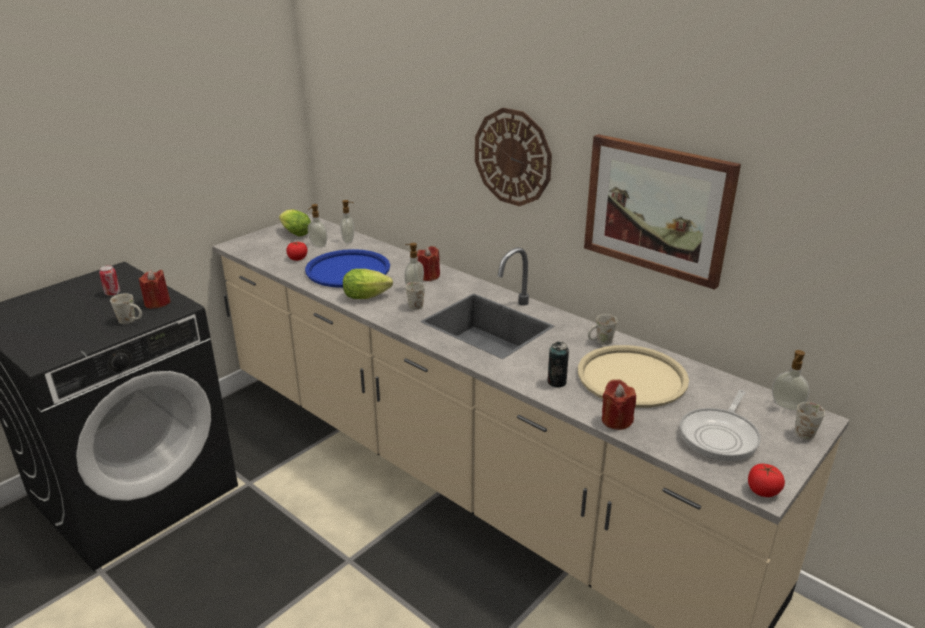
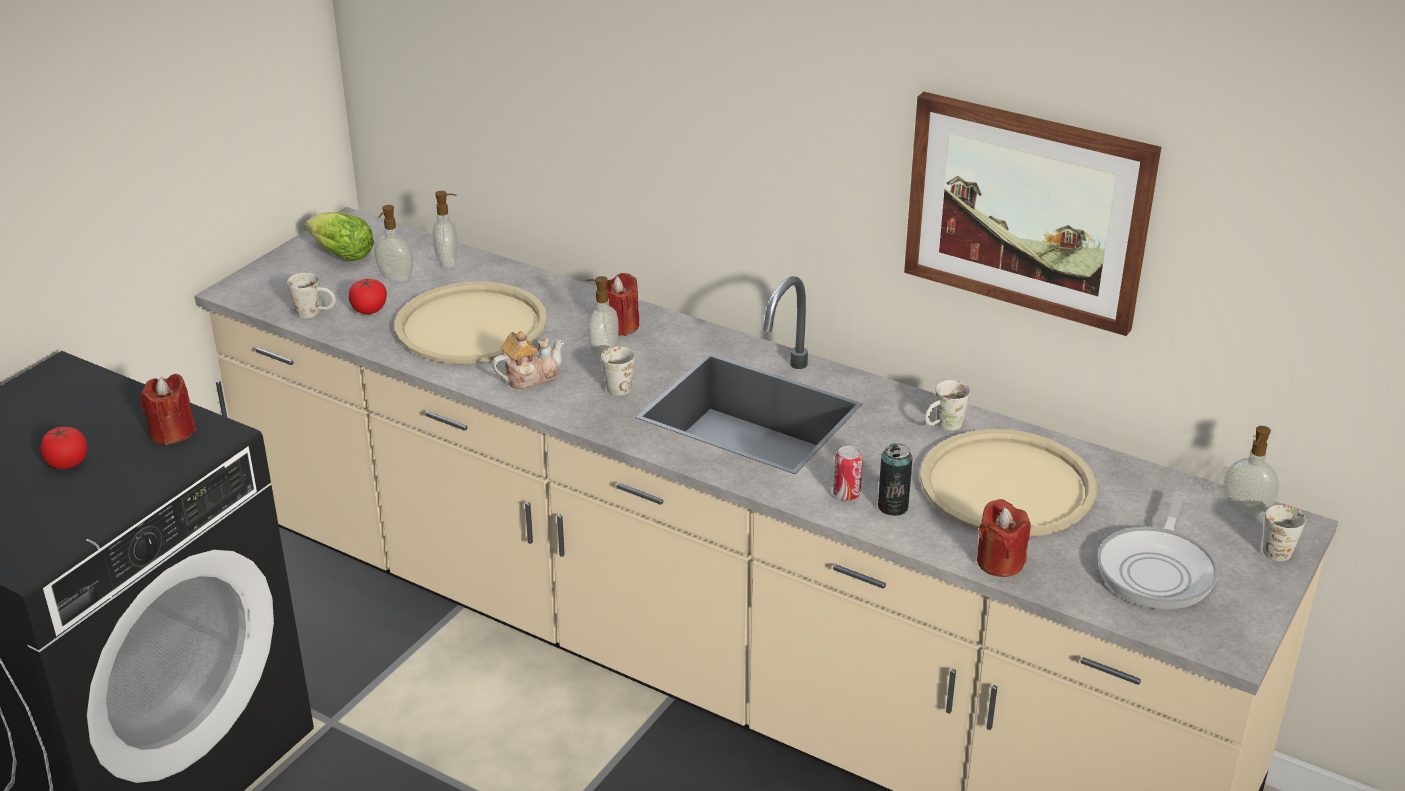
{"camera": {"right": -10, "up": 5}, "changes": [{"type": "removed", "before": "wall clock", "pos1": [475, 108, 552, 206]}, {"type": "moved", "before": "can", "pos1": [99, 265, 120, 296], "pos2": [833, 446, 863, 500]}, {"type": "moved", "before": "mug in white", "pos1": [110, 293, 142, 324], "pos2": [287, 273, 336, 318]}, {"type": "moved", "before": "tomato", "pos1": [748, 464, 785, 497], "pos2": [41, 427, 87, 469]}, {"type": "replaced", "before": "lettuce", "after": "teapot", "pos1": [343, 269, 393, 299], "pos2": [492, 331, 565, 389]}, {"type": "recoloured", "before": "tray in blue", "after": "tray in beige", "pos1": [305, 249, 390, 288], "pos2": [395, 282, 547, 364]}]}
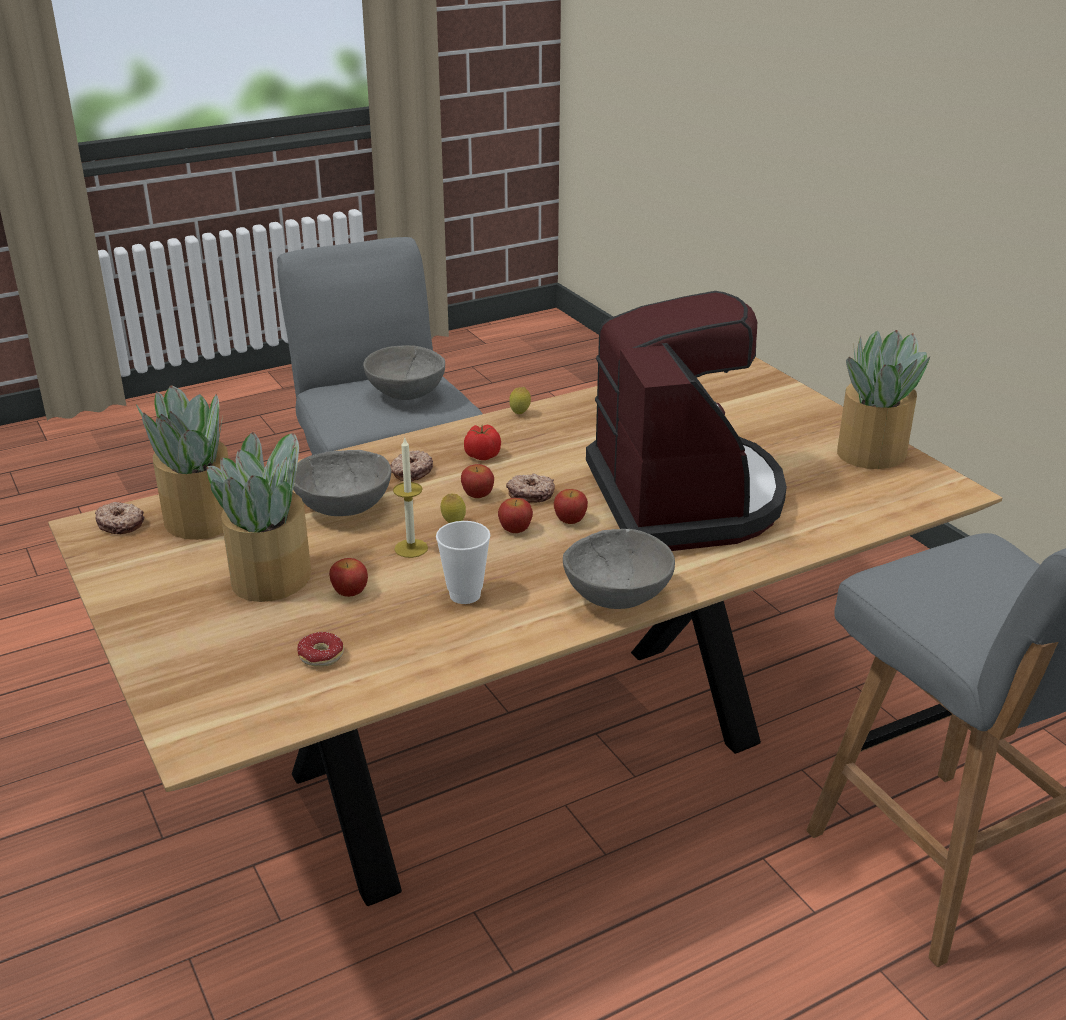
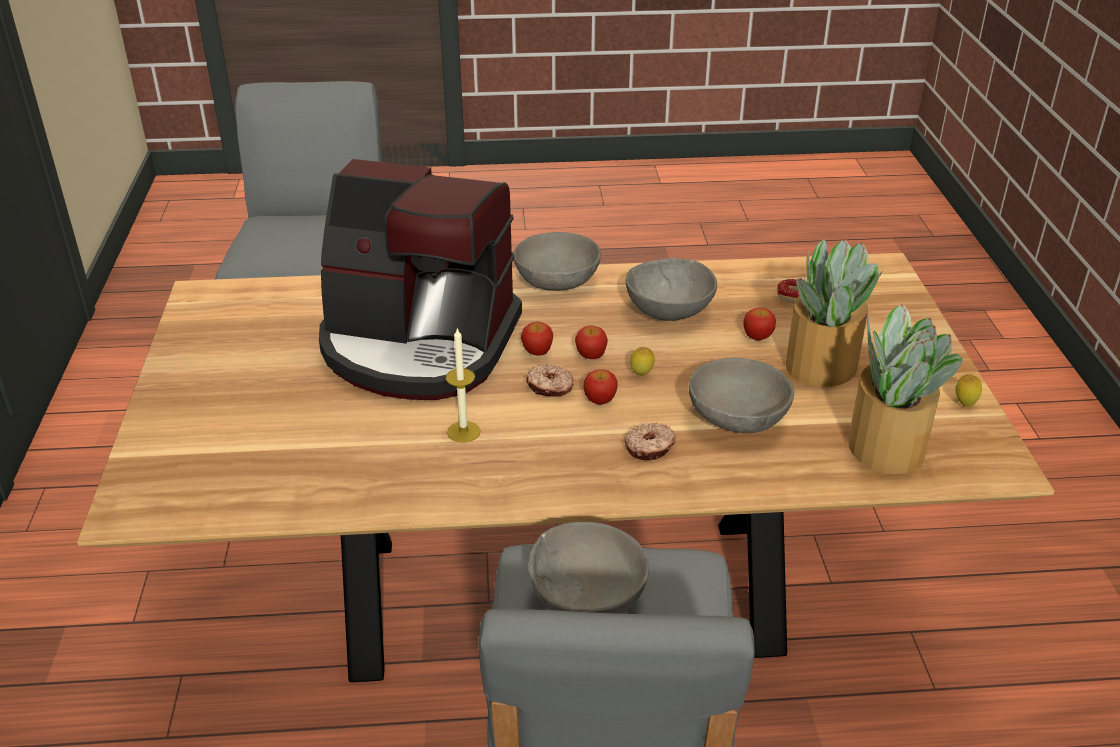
{"camera": {"right": -155, "up": 5}, "changes": [{"type": "removed", "before": "donut", "pos1": [95, 502, 144, 534]}, {"type": "removed", "before": "tomato", "pos1": [464, 425, 501, 460]}, {"type": "removed", "before": "potted plant", "pos1": [837, 330, 930, 469]}, {"type": "moved", "before": "candle", "pos1": [393, 437, 428, 558], "pos2": [446, 328, 481, 443]}, {"type": "moved", "before": "lemon", "pos1": [509, 387, 531, 414], "pos2": [956, 374, 982, 407]}, {"type": "replaced", "before": "cup", "after": "bowl in grey", "pos1": [436, 521, 490, 604], "pos2": [626, 258, 717, 321]}, {"type": "turned", "before": "coffee machine", "pos1": [586, 291, 787, 551], "pos2": [319, 159, 522, 400], "turn": -90}]}
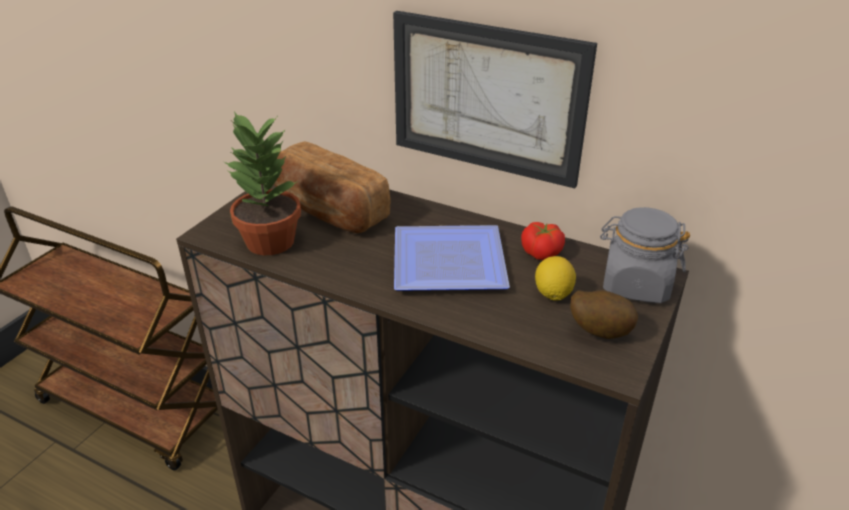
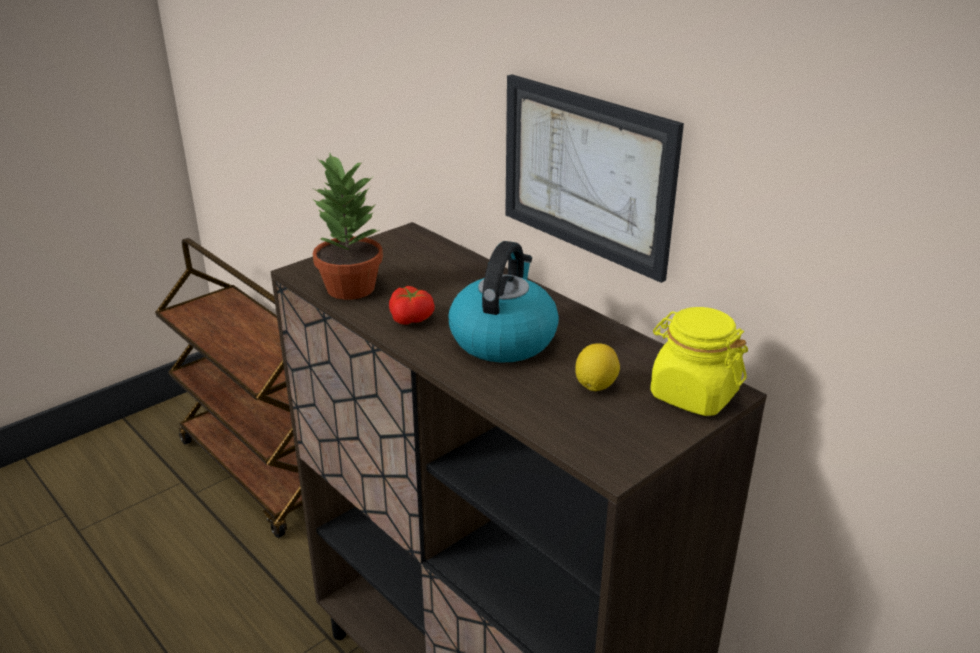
{"camera": {"right": 20, "up": -5}, "changes": [{"type": "removed", "before": "bread", "pos1": [274, 141, 390, 233]}, {"type": "removed", "before": "potato", "pos1": [570, 290, 638, 339]}, {"type": "moved", "before": "tomato", "pos1": [521, 222, 565, 260], "pos2": [389, 286, 435, 325]}, {"type": "replaced", "before": "plate", "after": "kettle", "pos1": [394, 225, 510, 291], "pos2": [449, 241, 559, 363]}, {"type": "recoloured", "before": "jar in grey", "after": "jar in yellow", "pos1": [600, 207, 690, 303], "pos2": [650, 307, 748, 416]}]}
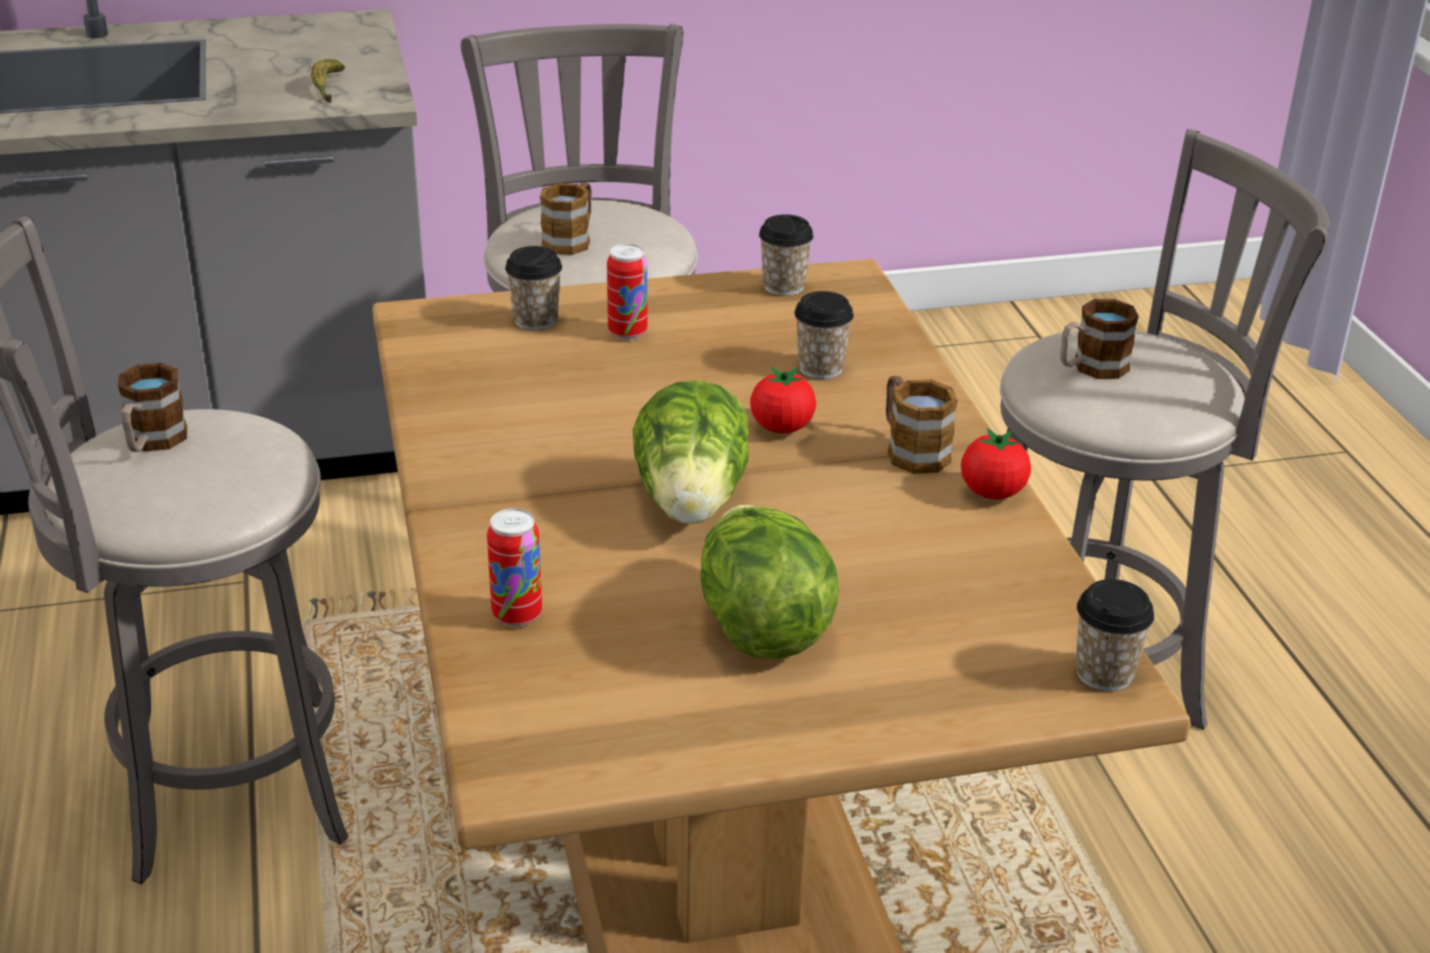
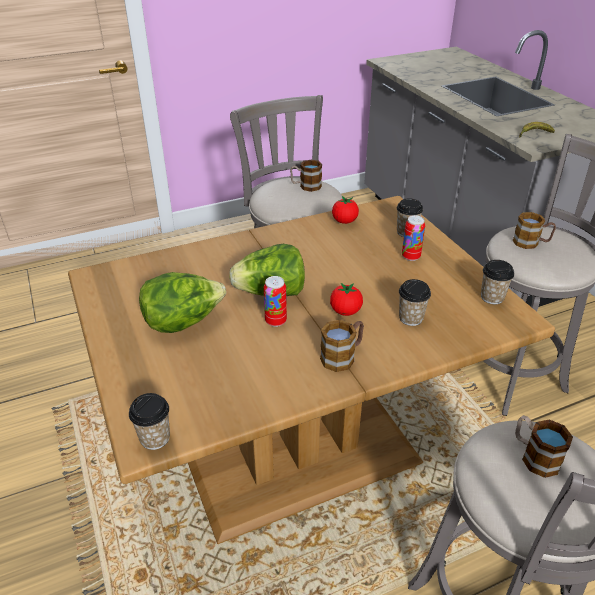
{"camera": {"right": 80, "up": 5}, "changes": [{"type": "moved", "before": "can", "pos1": [487, 508, 542, 627], "pos2": [264, 276, 287, 327]}, {"type": "moved", "before": "tomato", "pos1": [961, 428, 1031, 499], "pos2": [332, 196, 359, 224]}]}
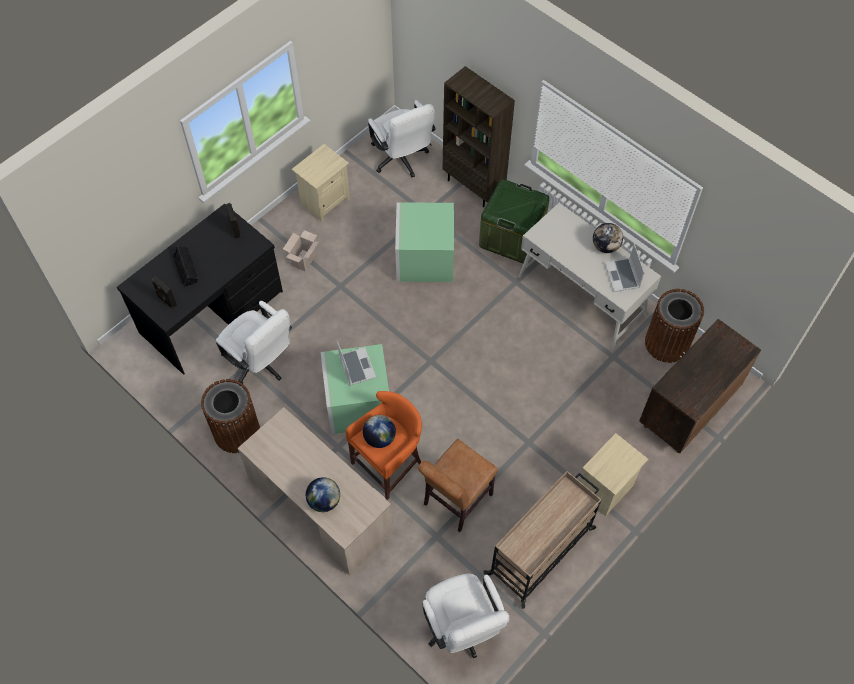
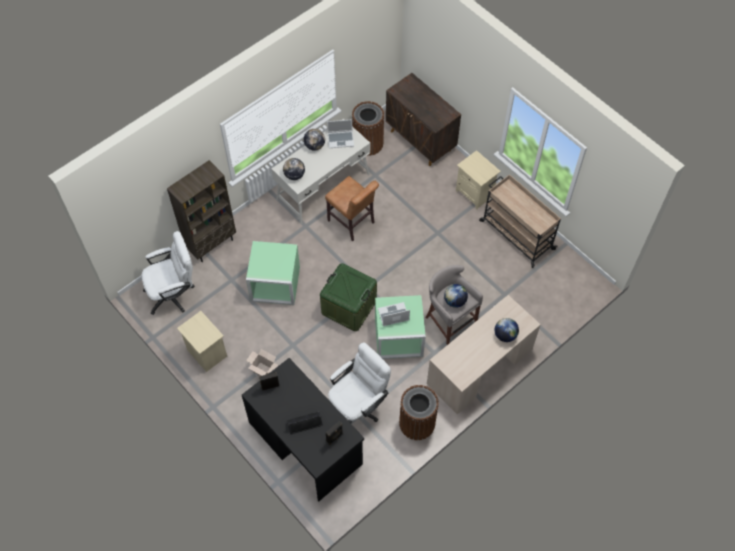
{"camera": {"right": -85, "up": 0}, "changes": [{"type": "removed", "before": "office chair in white", "pos1": [422, 573, 509, 658]}, {"type": "added", "after": "globe", "pos2": [283, 158, 305, 180]}, {"type": "moved", "before": "chair in brown", "pos1": [418, 439, 498, 532], "pos2": [325, 176, 379, 241]}, {"type": "moved", "before": "storage box in green", "pos1": [479, 179, 549, 263], "pos2": [320, 263, 377, 331]}, {"type": "recoloured", "before": "stool in orange", "after": "stool in grey", "pos1": [346, 391, 422, 500], "pos2": [426, 265, 483, 345]}]}
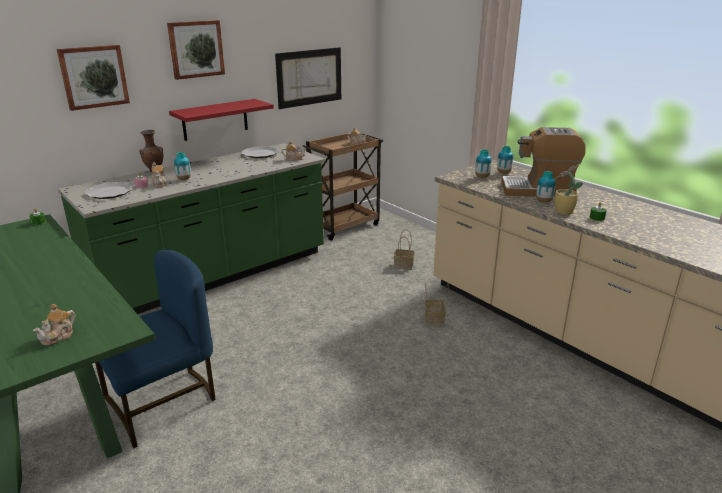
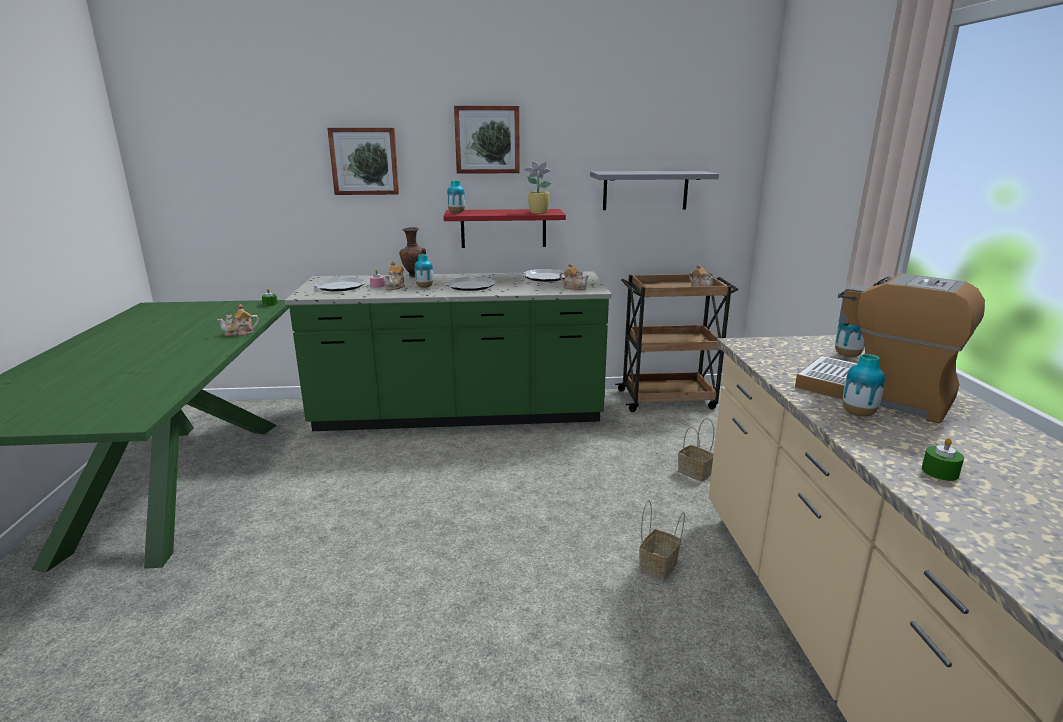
{"camera": {"right": 35, "up": -5}, "changes": [{"type": "removed", "before": "chair in blue", "pos1": [95, 250, 215, 449]}, {"type": "added", "after": "plate", "pos2": [445, 277, 495, 291]}, {"type": "moved", "before": "teapot", "pos1": [33, 304, 75, 346], "pos2": [217, 304, 259, 336]}, {"type": "moved", "before": "vase", "pos1": [475, 149, 491, 178], "pos2": [447, 180, 465, 213]}, {"type": "moved", "before": "potted plant", "pos1": [554, 164, 583, 214], "pos2": [524, 161, 552, 214]}, {"type": "replaced", "before": "picture", "after": "shelf in grey", "pos1": [275, 47, 341, 109], "pos2": [590, 171, 719, 210]}]}
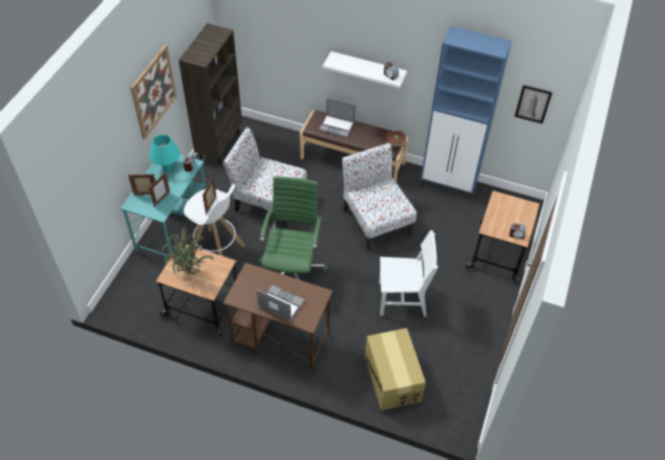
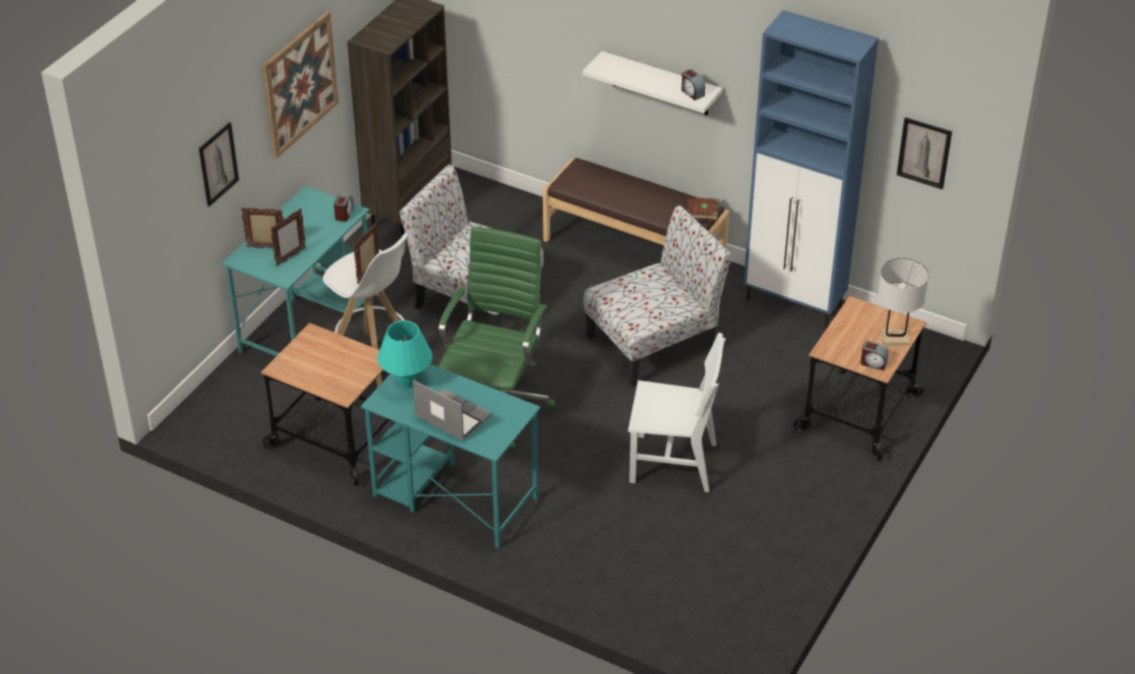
{"camera": {"right": 10, "up": -10}, "changes": [{"type": "removed", "before": "potted plant", "pos1": [161, 227, 213, 274]}, {"type": "removed", "before": "laptop", "pos1": [319, 98, 356, 138]}, {"type": "removed", "before": "cardboard box", "pos1": [365, 328, 426, 411]}, {"type": "added", "after": "picture", "pos2": [199, 122, 239, 207]}, {"type": "added", "after": "table lamp in white", "pos2": [878, 258, 929, 345]}, {"type": "moved", "before": "table lamp in turquoise", "pos1": [149, 134, 180, 171], "pos2": [377, 320, 433, 388]}, {"type": "recoloured", "before": "desk in brown", "after": "desk in turquoise", "pos1": [223, 263, 333, 370], "pos2": [361, 364, 540, 548]}, {"type": "turned", "before": "chair", "pos1": [342, 143, 417, 250], "pos2": [584, 206, 732, 387], "turn": 75}]}
